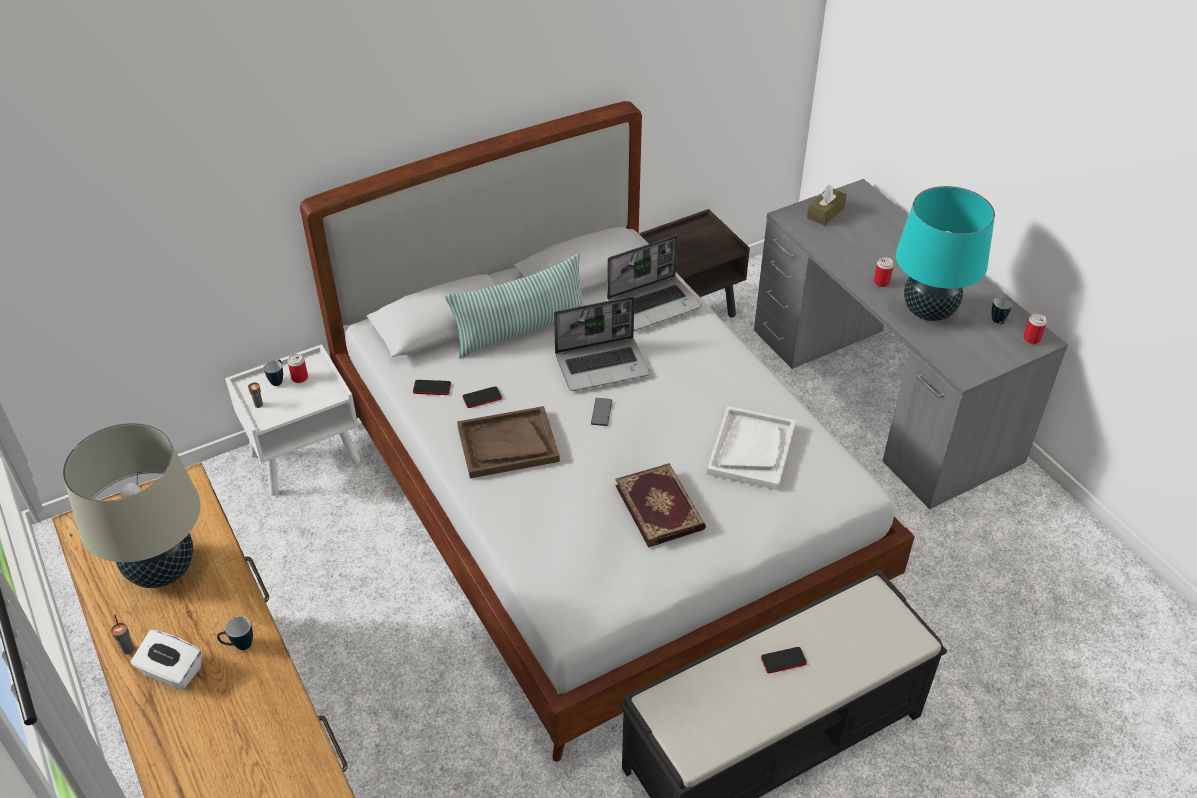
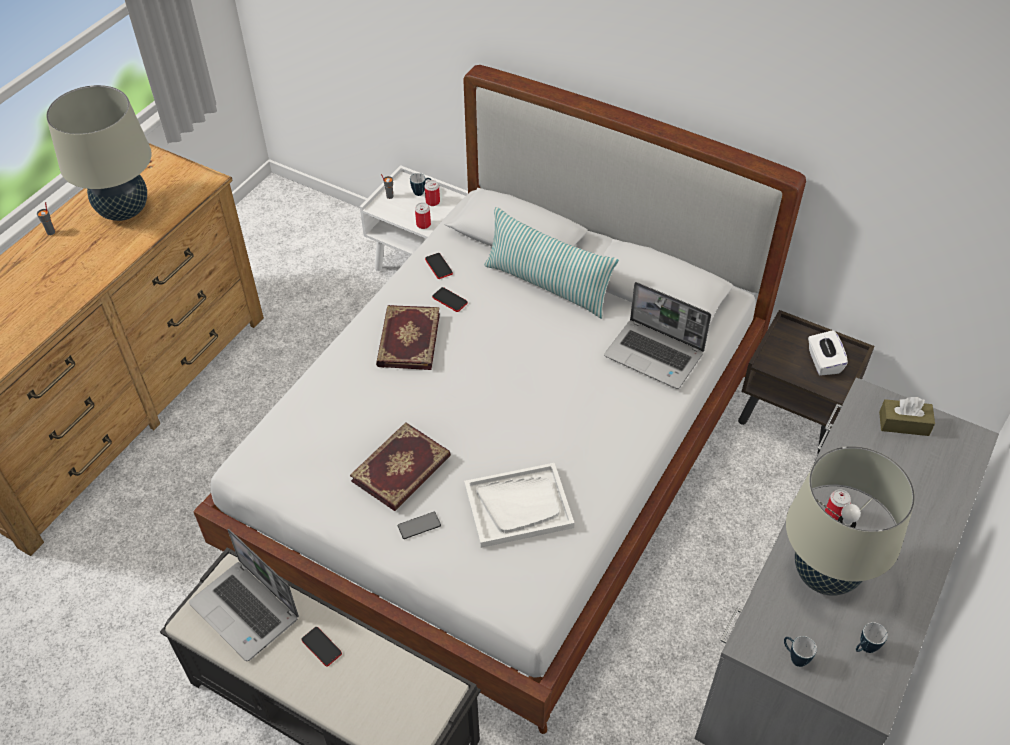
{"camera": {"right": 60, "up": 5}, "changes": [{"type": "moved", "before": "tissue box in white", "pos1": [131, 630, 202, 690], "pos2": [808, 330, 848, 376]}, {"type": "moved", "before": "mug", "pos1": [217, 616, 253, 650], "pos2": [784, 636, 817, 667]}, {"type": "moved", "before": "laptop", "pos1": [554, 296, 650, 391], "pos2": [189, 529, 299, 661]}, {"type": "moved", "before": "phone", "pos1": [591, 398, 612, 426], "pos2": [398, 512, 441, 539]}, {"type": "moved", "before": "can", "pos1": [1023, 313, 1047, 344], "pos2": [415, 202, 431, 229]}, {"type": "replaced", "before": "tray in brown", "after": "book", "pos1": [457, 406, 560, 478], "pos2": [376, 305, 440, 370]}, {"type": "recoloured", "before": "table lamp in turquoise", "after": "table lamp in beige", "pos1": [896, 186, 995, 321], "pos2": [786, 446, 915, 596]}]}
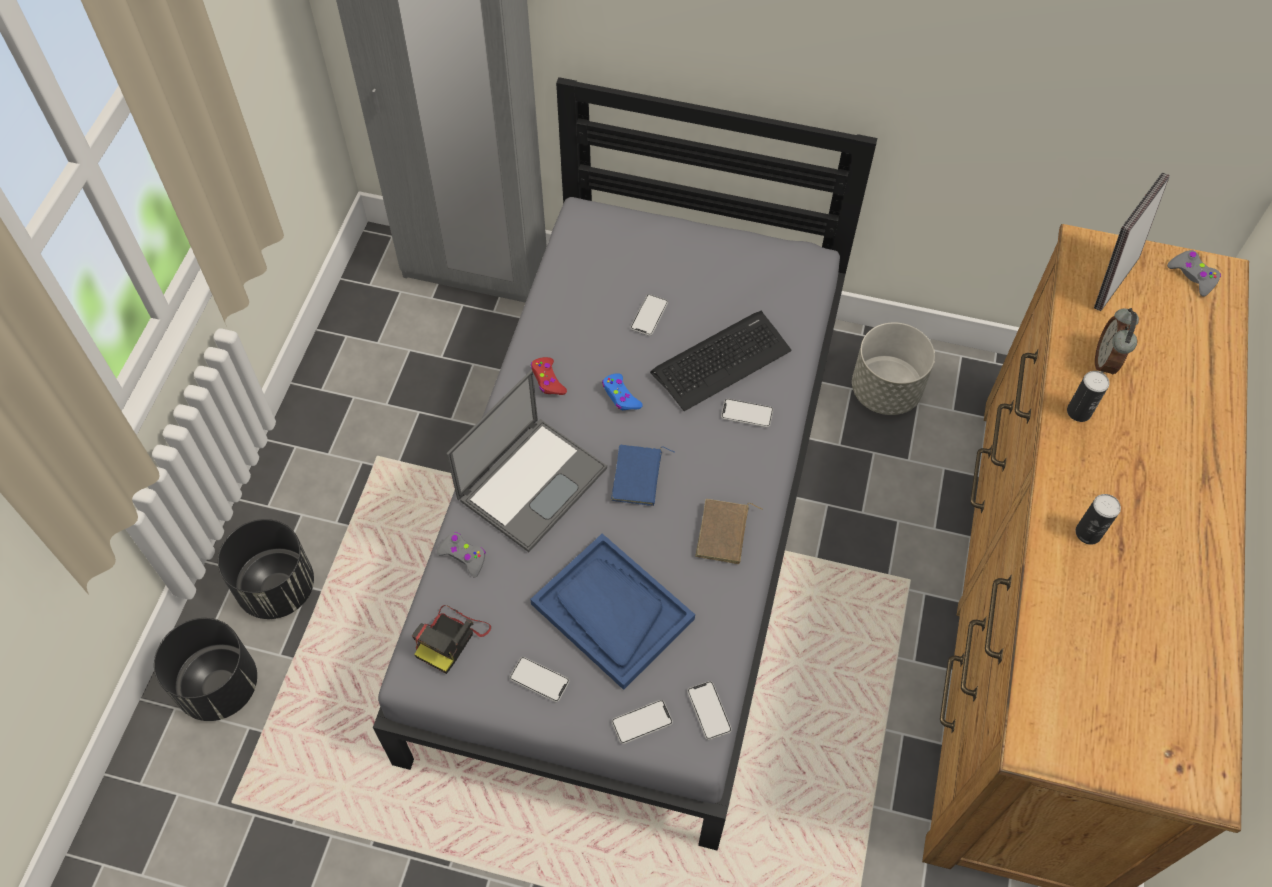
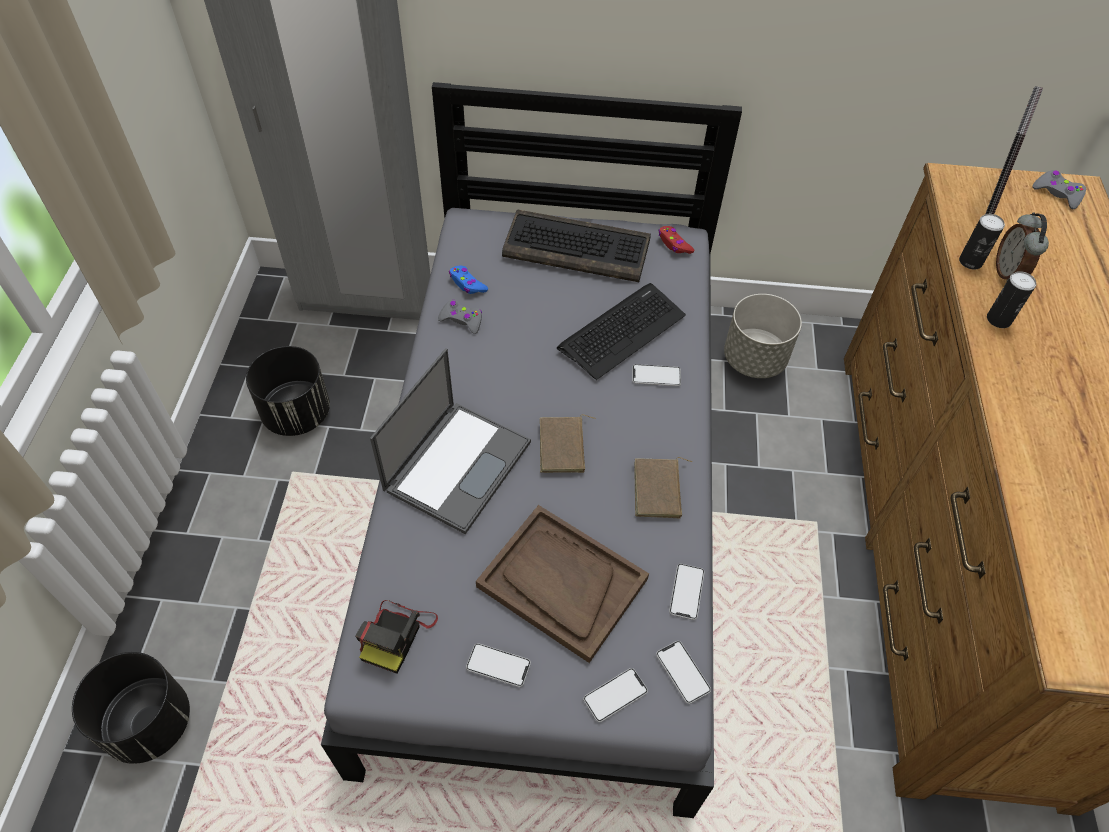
{"camera": {"right": -10, "up": -5}, "changes": [{"type": "added", "after": "keyboard", "pos2": [502, 209, 651, 282]}, {"type": "moved", "before": "planter in black", "pos1": [218, 519, 314, 619], "pos2": [246, 346, 330, 436]}, {"type": "moved", "before": "game controller in grey", "pos1": [436, 532, 486, 578], "pos2": [438, 300, 482, 334]}, {"type": "moved", "before": "game controller in red", "pos1": [531, 357, 567, 395], "pos2": [658, 226, 694, 254]}, {"type": "moved", "before": "game controller in blue", "pos1": [602, 373, 643, 410], "pos2": [449, 265, 488, 294]}, {"type": "moved", "before": "phone", "pos1": [630, 294, 668, 336], "pos2": [669, 564, 705, 620]}, {"type": "moved", "before": "can", "pos1": [1075, 494, 1121, 545], "pos2": [959, 214, 1005, 270]}, {"type": "recoloured", "before": "tray in blue", "after": "tray in brown", "pos1": [530, 534, 695, 690], "pos2": [476, 505, 649, 663]}, {"type": "recoloured", "before": "book in blue", "after": "book in brown", "pos1": [611, 445, 675, 506], "pos2": [540, 414, 596, 473]}]}
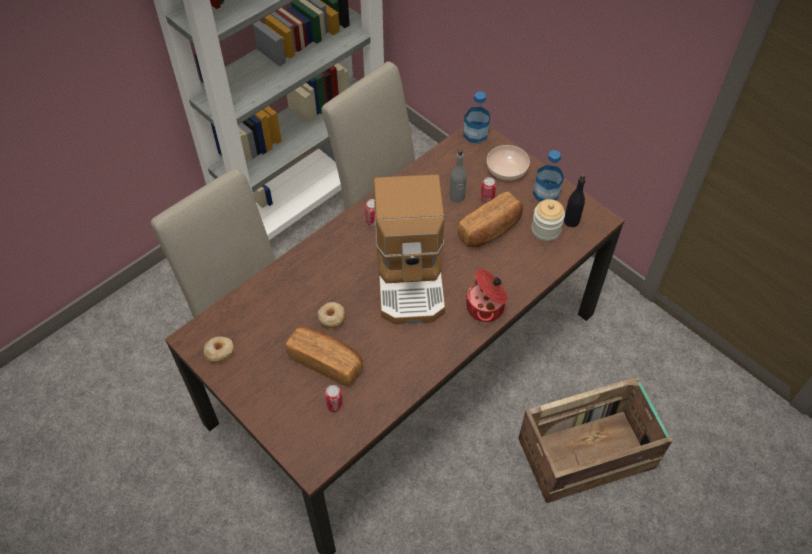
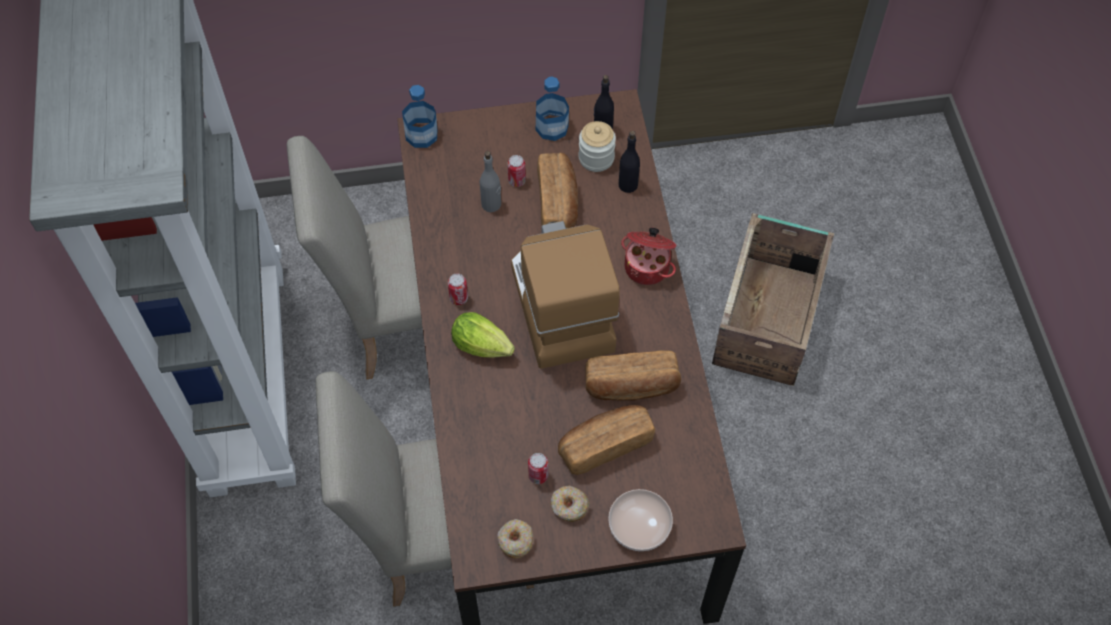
{"camera": {"right": -55, "up": 5}, "changes": [{"type": "added", "after": "lettuce", "pos2": [451, 312, 515, 358]}, {"type": "added", "after": "bread", "pos2": [585, 350, 681, 401]}, {"type": "added", "after": "bottle in black", "pos2": [619, 131, 640, 193]}, {"type": "moved", "before": "donut", "pos1": [318, 302, 345, 329], "pos2": [551, 486, 589, 522]}, {"type": "moved", "before": "can", "pos1": [325, 385, 343, 412], "pos2": [528, 453, 548, 484]}, {"type": "moved", "before": "bowl", "pos1": [487, 145, 530, 180], "pos2": [608, 489, 673, 551]}, {"type": "turned", "before": "coffee machine", "pos1": [374, 174, 445, 325], "pos2": [511, 221, 619, 369], "turn": -135}]}
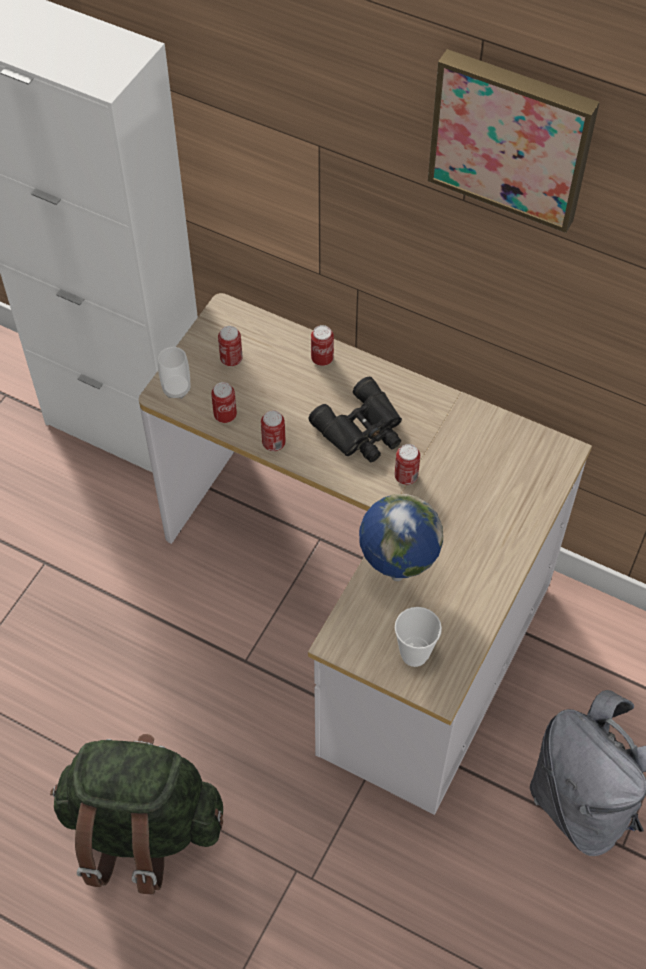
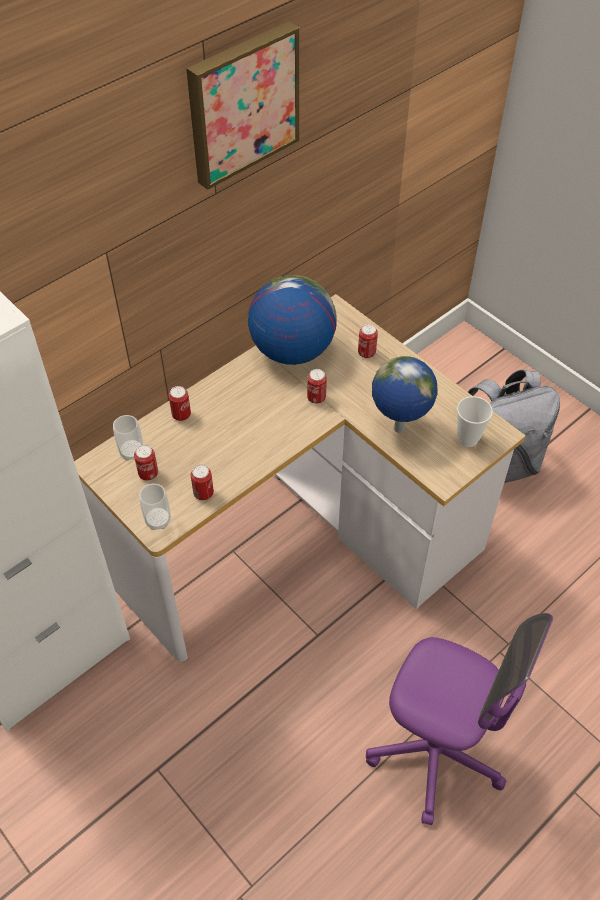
{"camera": {"right": -70, "up": -5}, "changes": [{"type": "removed", "before": "binoculars in black", "pos1": [309, 376, 402, 463]}, {"type": "added", "after": "cup", "pos2": [113, 415, 143, 460]}, {"type": "added", "after": "globe", "pos2": [248, 275, 336, 365]}, {"type": "moved", "before": "can", "pos1": [261, 411, 286, 451], "pos2": [358, 324, 378, 359]}, {"type": "replaced", "before": "backpack in green", "after": "office chair in purple", "pos1": [50, 734, 223, 894], "pos2": [366, 613, 553, 825]}]}
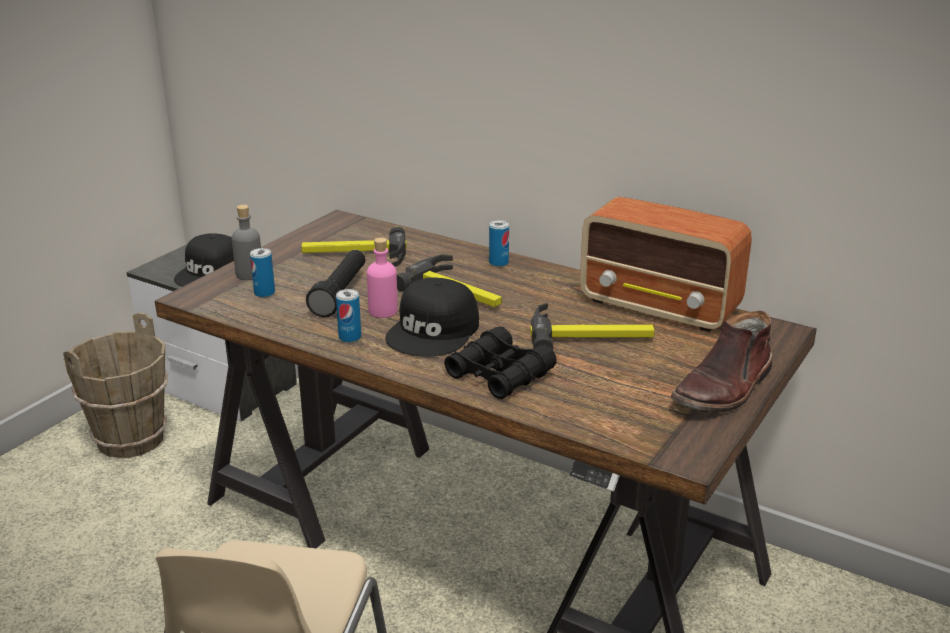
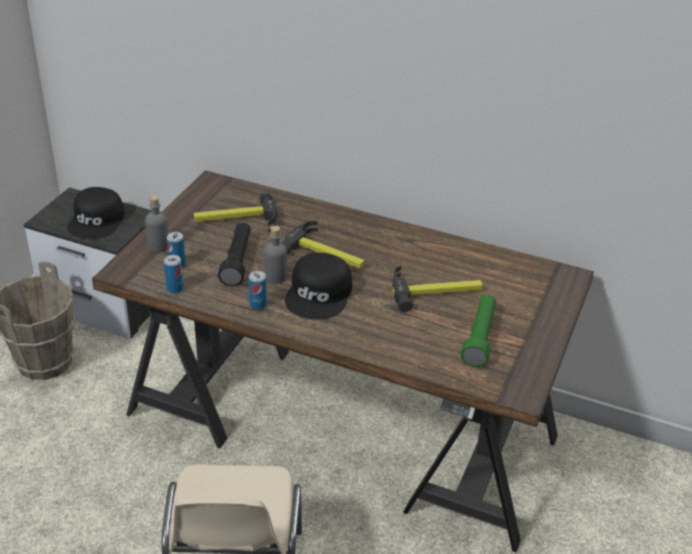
{"camera": {"right": -10, "up": 10}, "changes": [{"type": "removed", "before": "binoculars in black", "pos1": [444, 326, 556, 399]}, {"type": "removed", "before": "radio", "pos1": [580, 197, 752, 332]}, {"type": "removed", "before": "boot in brown", "pos1": [671, 311, 772, 413]}, {"type": "added", "after": "flashlight in green", "pos2": [460, 294, 496, 367]}, {"type": "moved", "before": "can", "pos1": [489, 220, 509, 267], "pos2": [164, 255, 183, 293]}, {"type": "recoloured", "before": "bottle in pink", "after": "bottle in grey", "pos1": [367, 238, 398, 318], "pos2": [264, 226, 287, 284]}]}
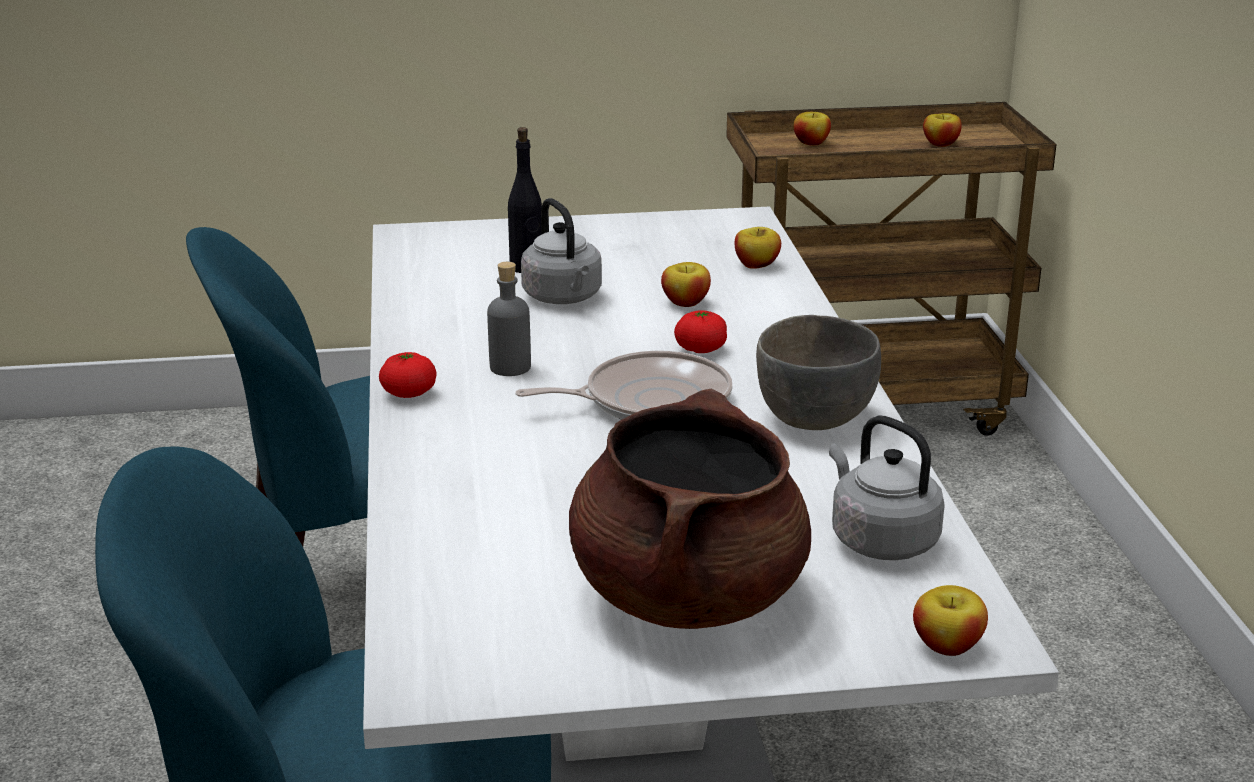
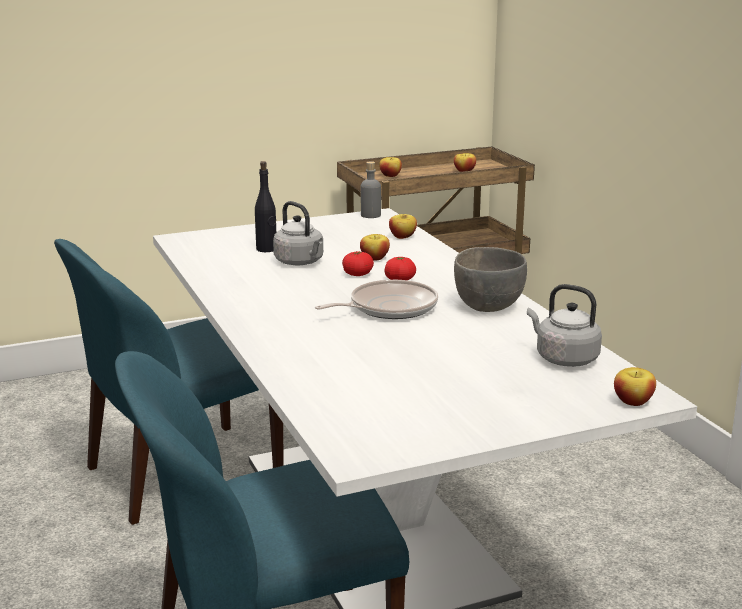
{"camera": {"right": -15, "up": -5}, "changes": [{"type": "removed", "before": "cooking pot in brown", "pos1": [569, 389, 811, 629]}, {"type": "moved", "before": "tomato", "pos1": [379, 352, 436, 398], "pos2": [342, 251, 374, 276]}, {"type": "moved", "before": "bottle in grey", "pos1": [487, 262, 531, 376], "pos2": [361, 161, 381, 218]}]}
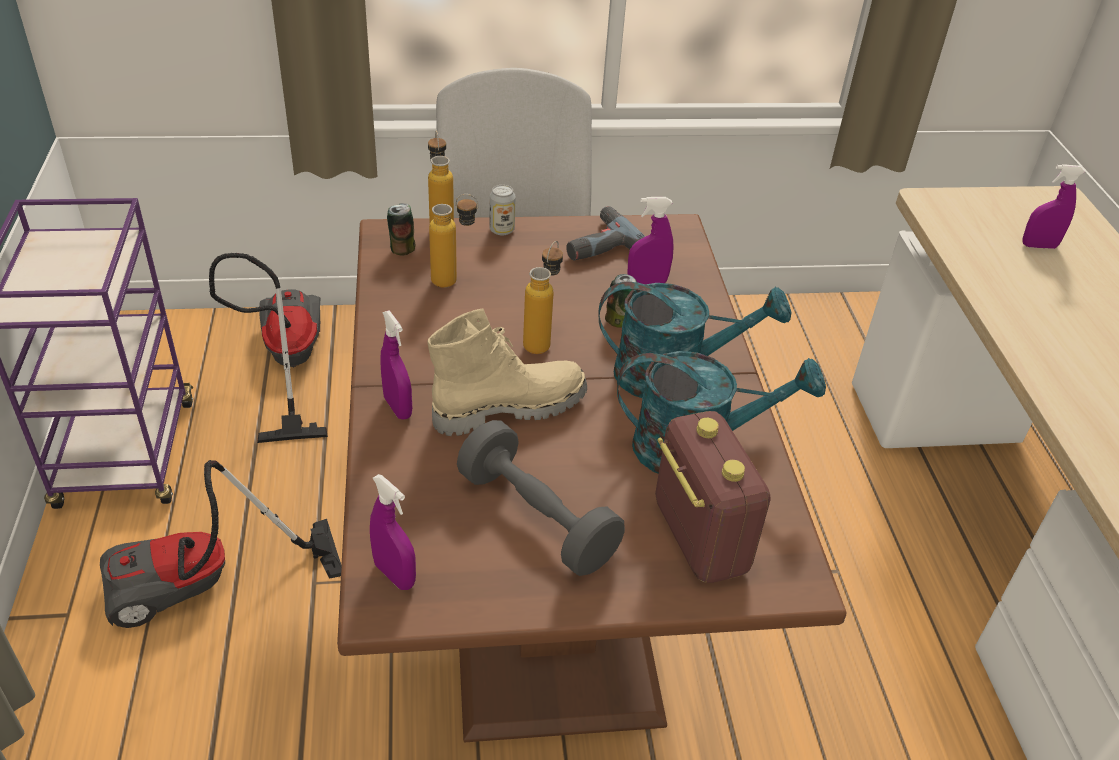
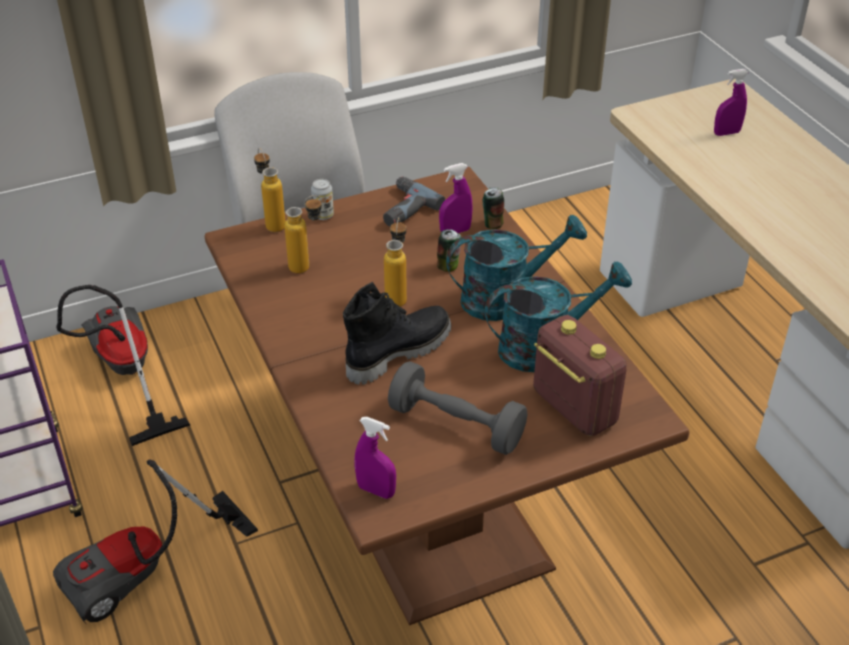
{"camera": {"right": -15, "up": 0}, "changes": [{"type": "removed", "before": "spray bottle in purple", "pos1": [380, 311, 412, 420]}, {"type": "moved", "before": "can", "pos1": [387, 203, 415, 255], "pos2": [482, 187, 504, 229]}, {"type": "recoloured", "before": "boot in beige", "after": "boot in black", "pos1": [427, 309, 587, 436], "pos2": [343, 282, 452, 385]}]}
